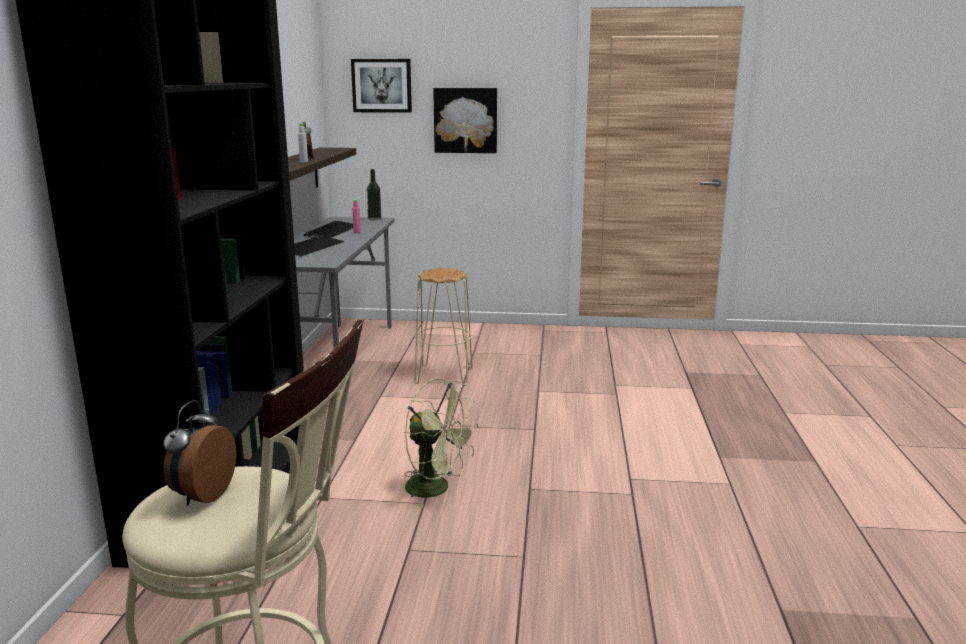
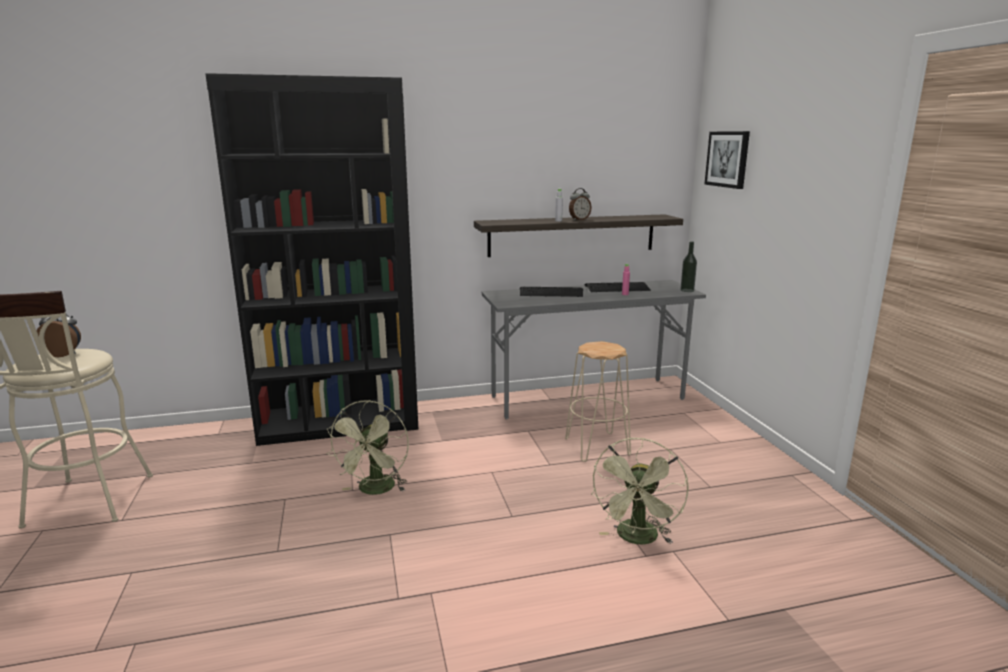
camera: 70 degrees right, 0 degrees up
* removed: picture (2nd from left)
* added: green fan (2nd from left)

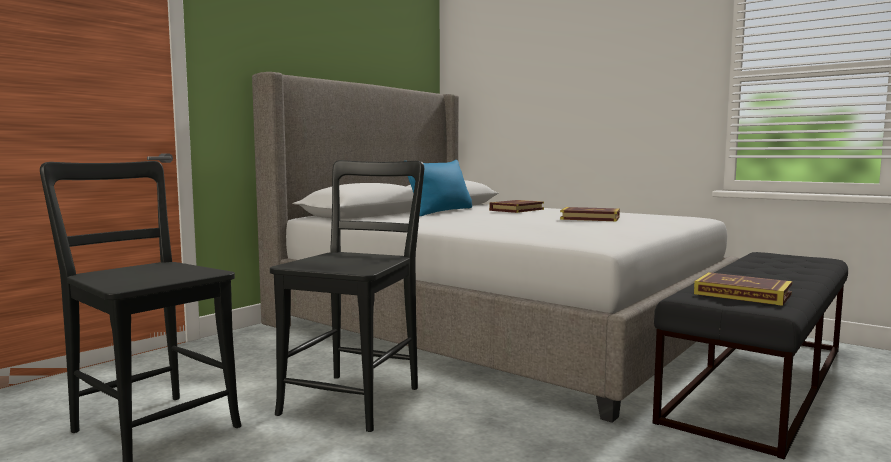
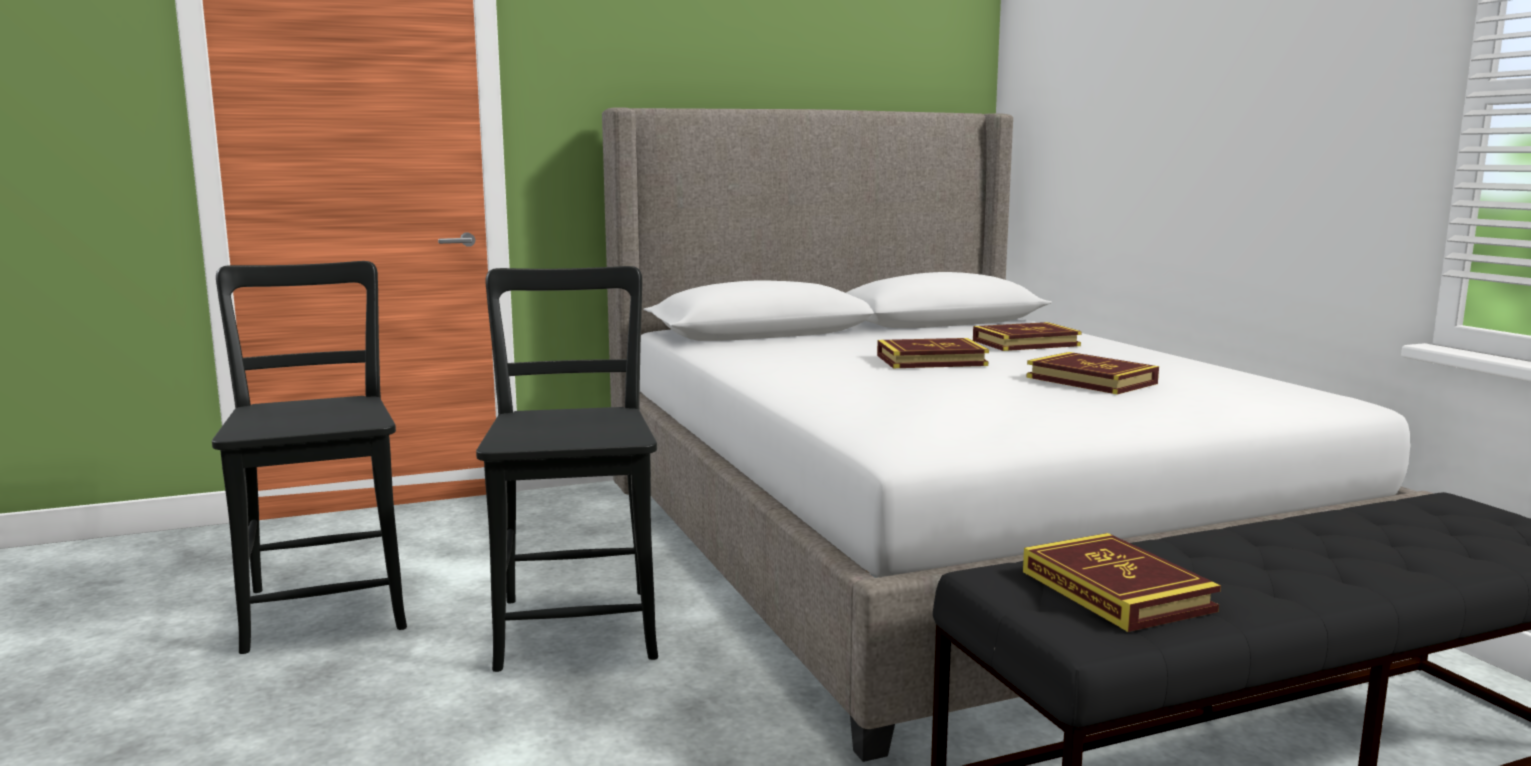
camera: 30 degrees right, 5 degrees up
* turned: black chair (2nd from left) 60 degrees counterclockwise
* removed: blue pillow
* added: book (1st from left)

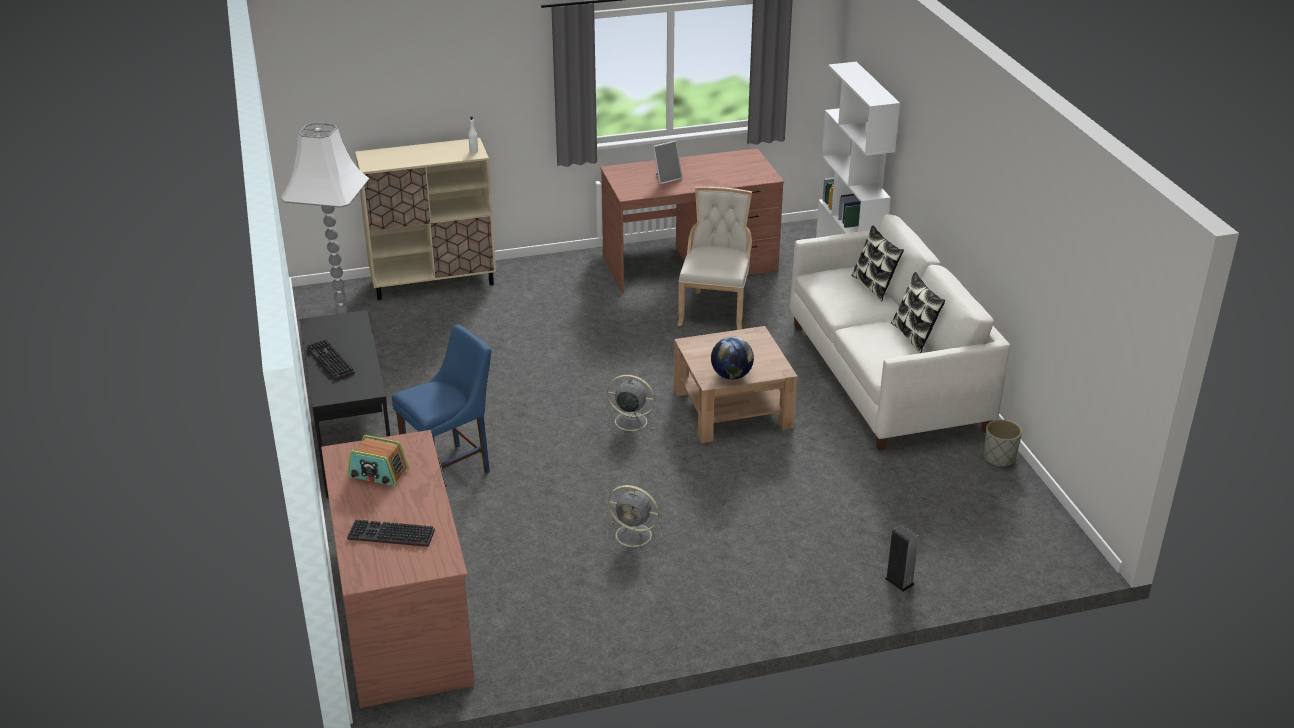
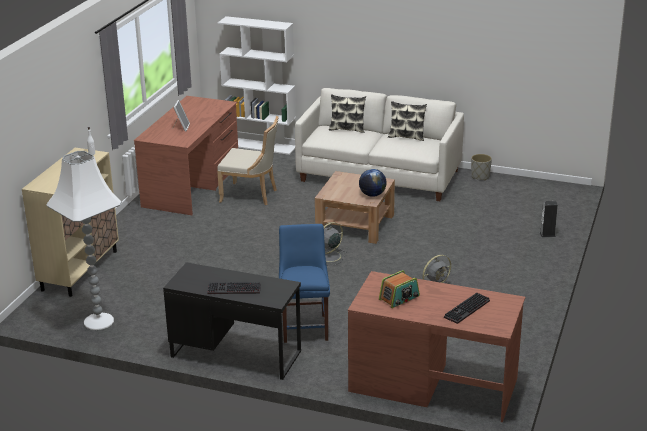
camera: 55 degrees left, 5 degrees down
* turned: beige chair 150 degrees clockwise

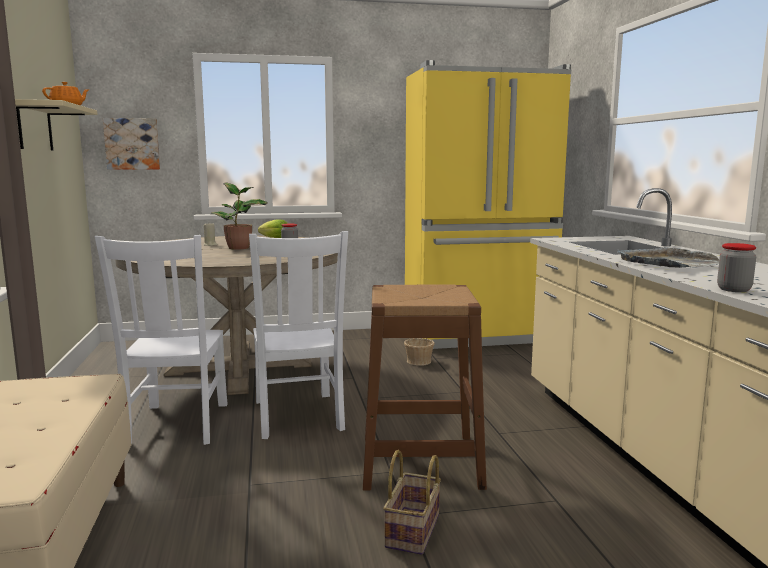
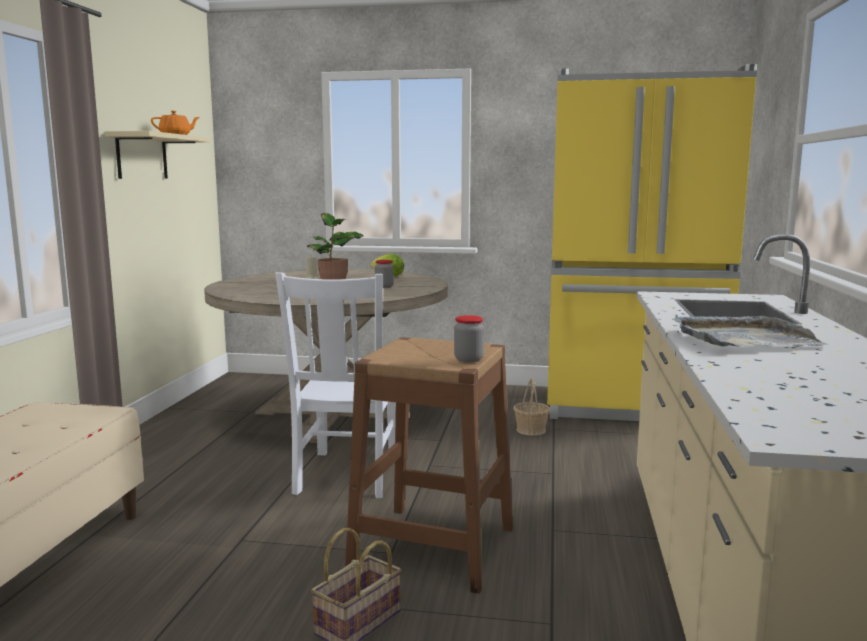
camera: 20 degrees right, 0 degrees up
* removed: picture
* removed: white chair (1st from left)
* moved: jar (2nd from left)

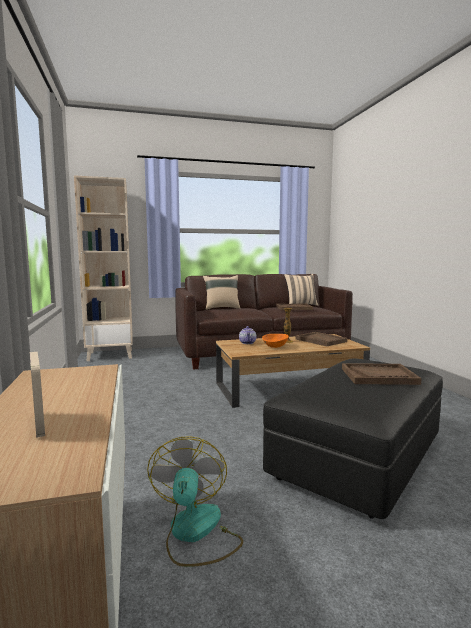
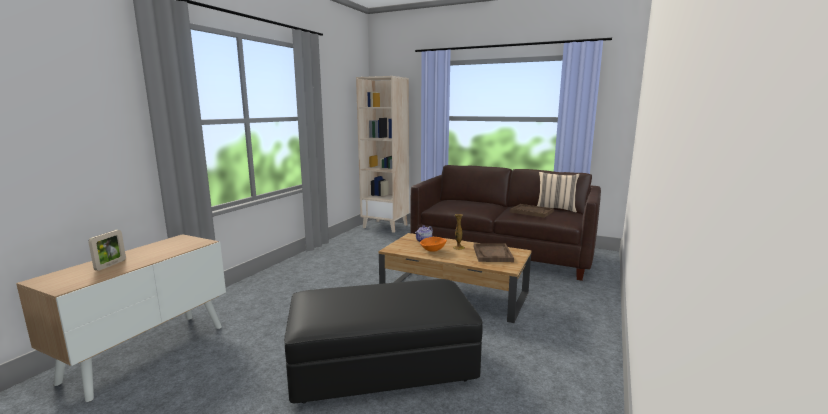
camera: 40 degrees right, 5 degrees up
* removed: beige pillow (1st from left)
* removed: brown tray (3rd from left)
* removed: fan

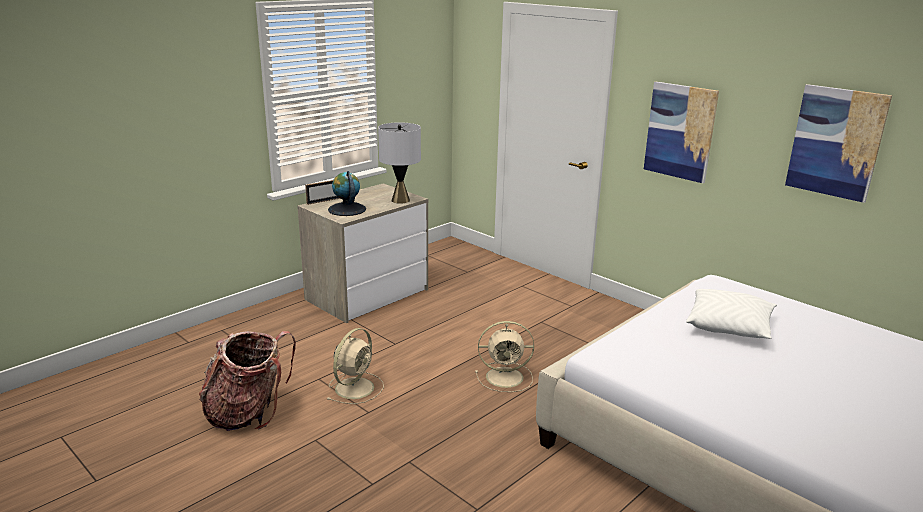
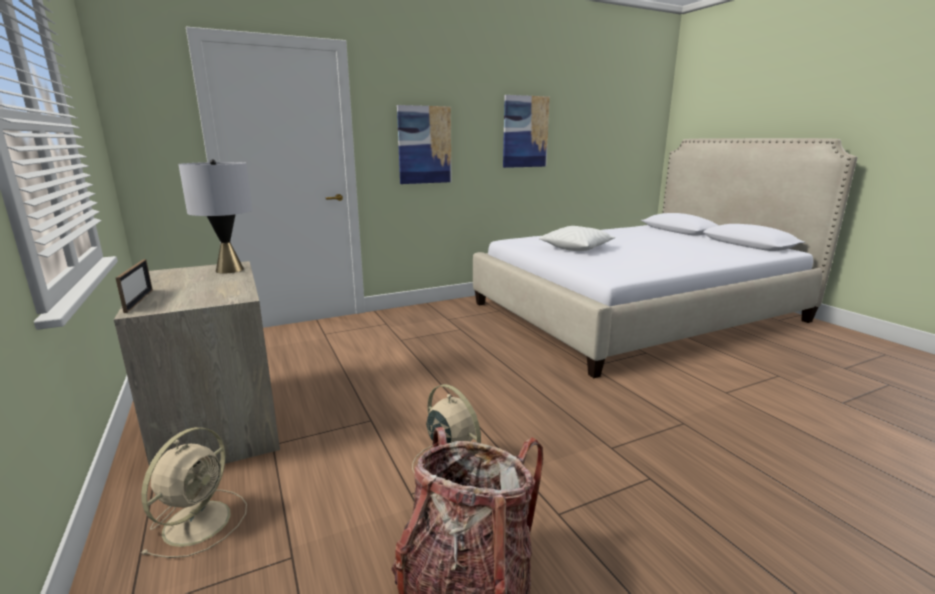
camera: 70 degrees left, 5 degrees down
* removed: globe
* moved: beige fan (2nd from left in the first image) to beige fan (1st from left)

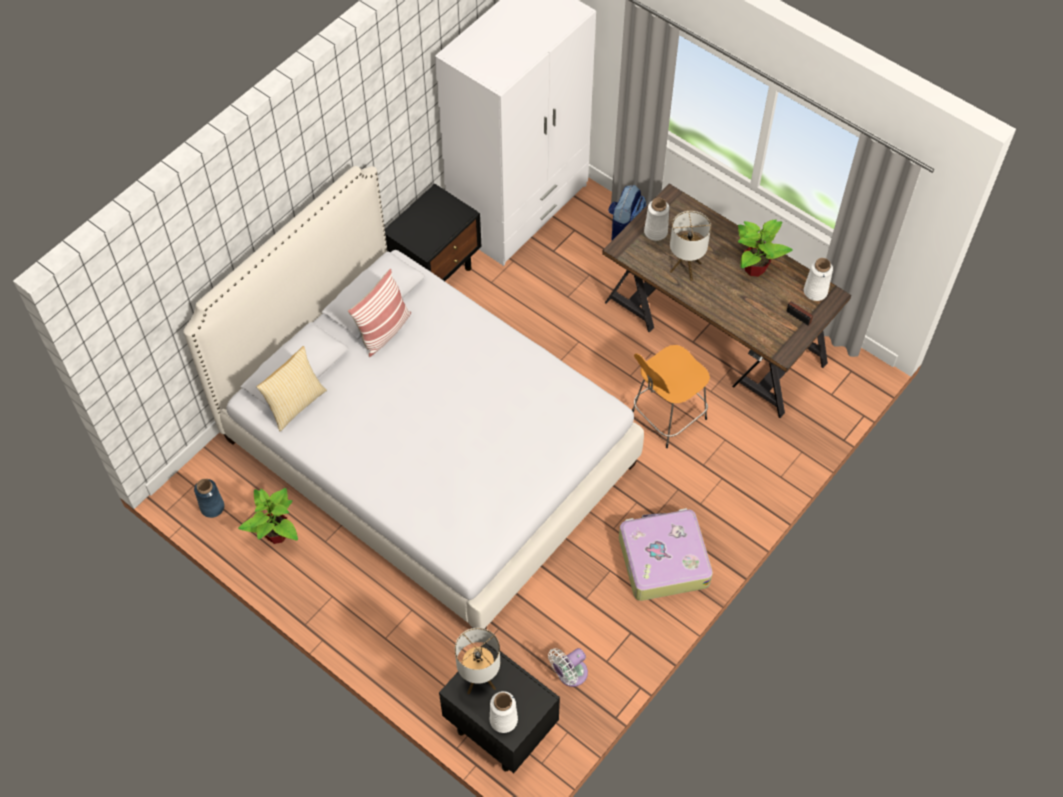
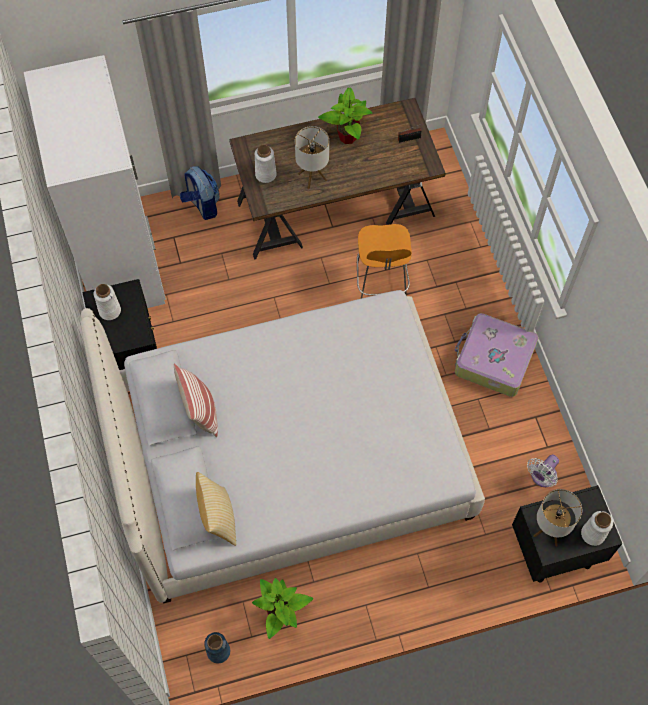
camera: 55 degrees left, 5 degrees up
* moved: white vase (3rd from left in the first image) to white vase (1st from left)
* turned: white fan 45 degrees clockwise

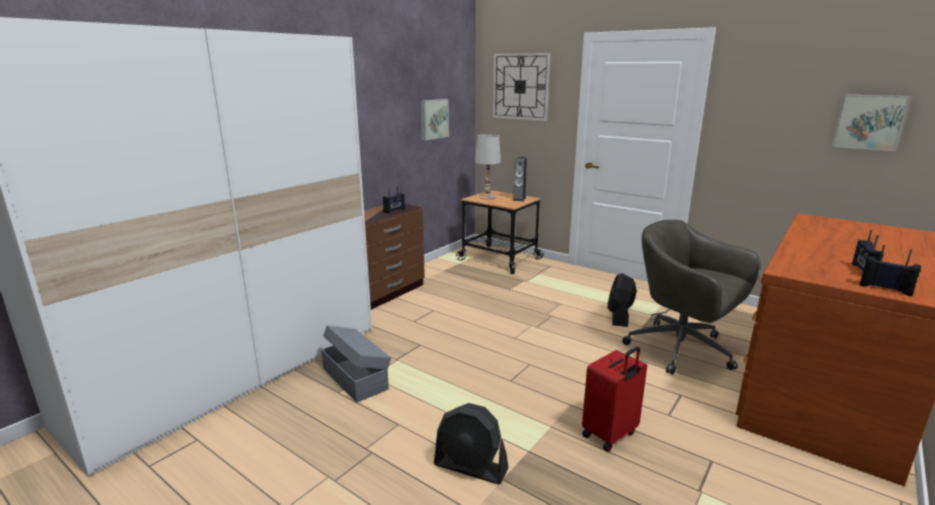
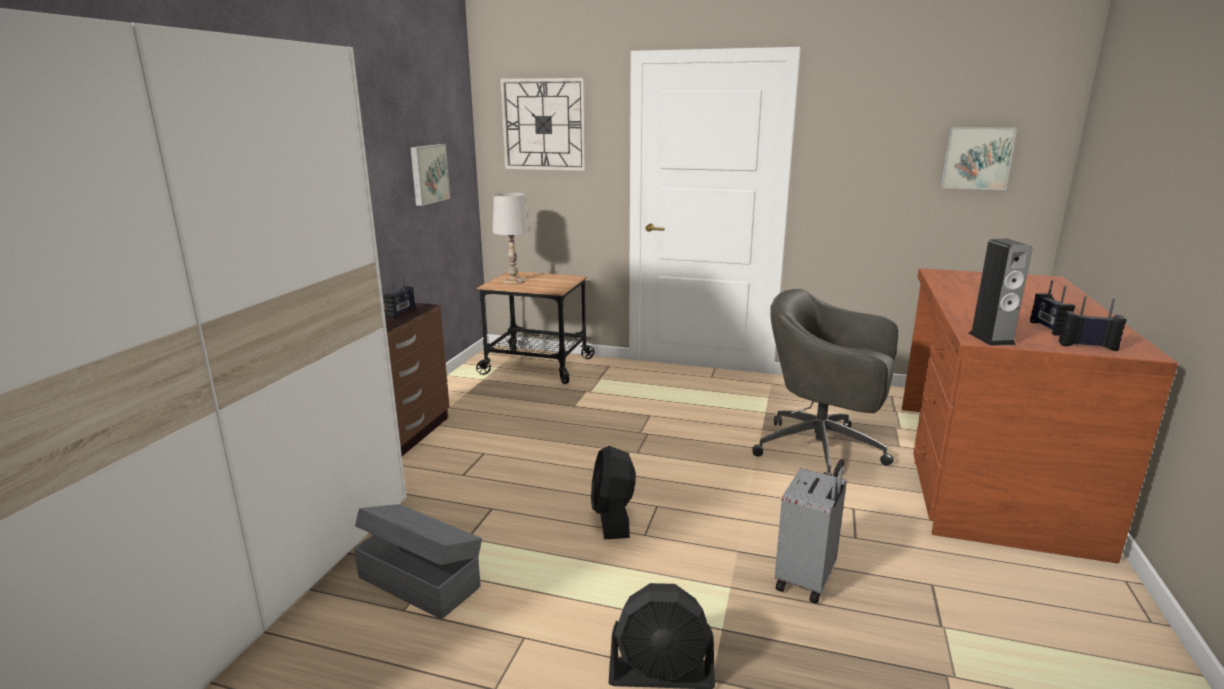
camera: 20 degrees left, 0 degrees up
* moved: speaker
* moved: black fan (2nd from left in the first image) to black fan (1st from left)
* recoloured: red suitcase to grey suitcase

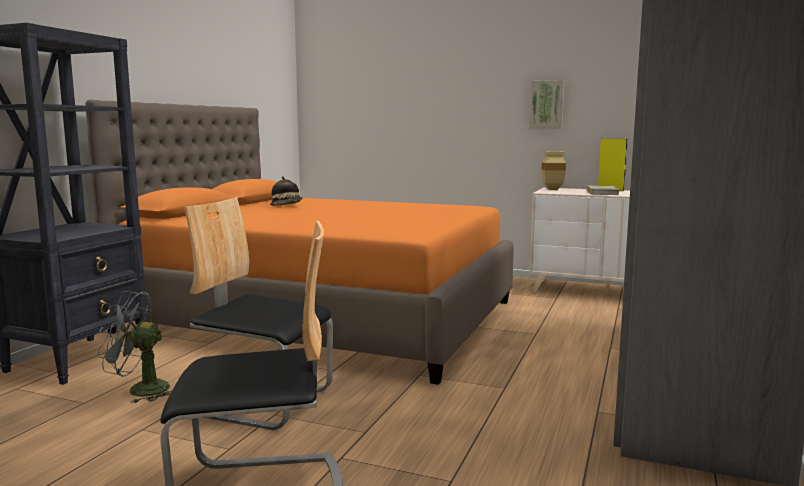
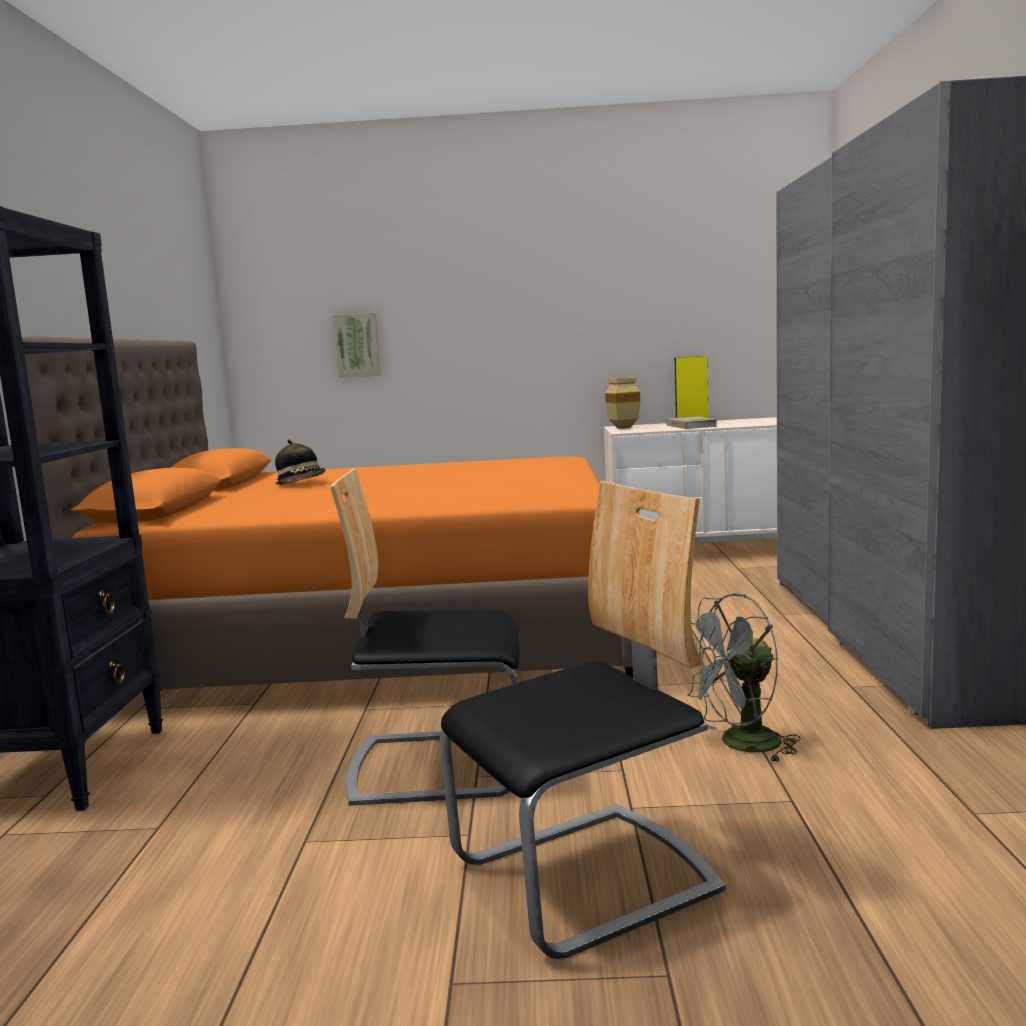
camera: 20 degrees left, 0 degrees up
* moved: picture
* moved: grey fan

